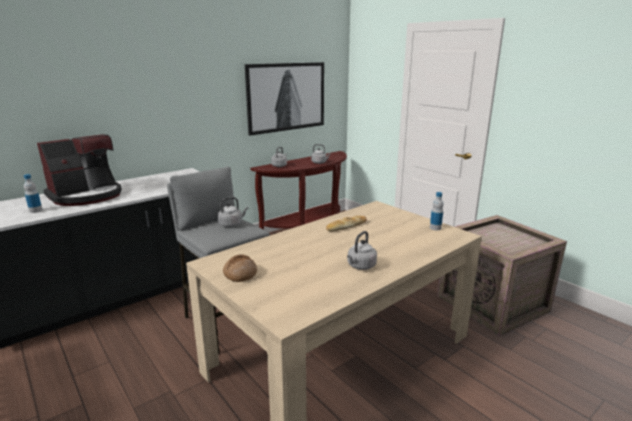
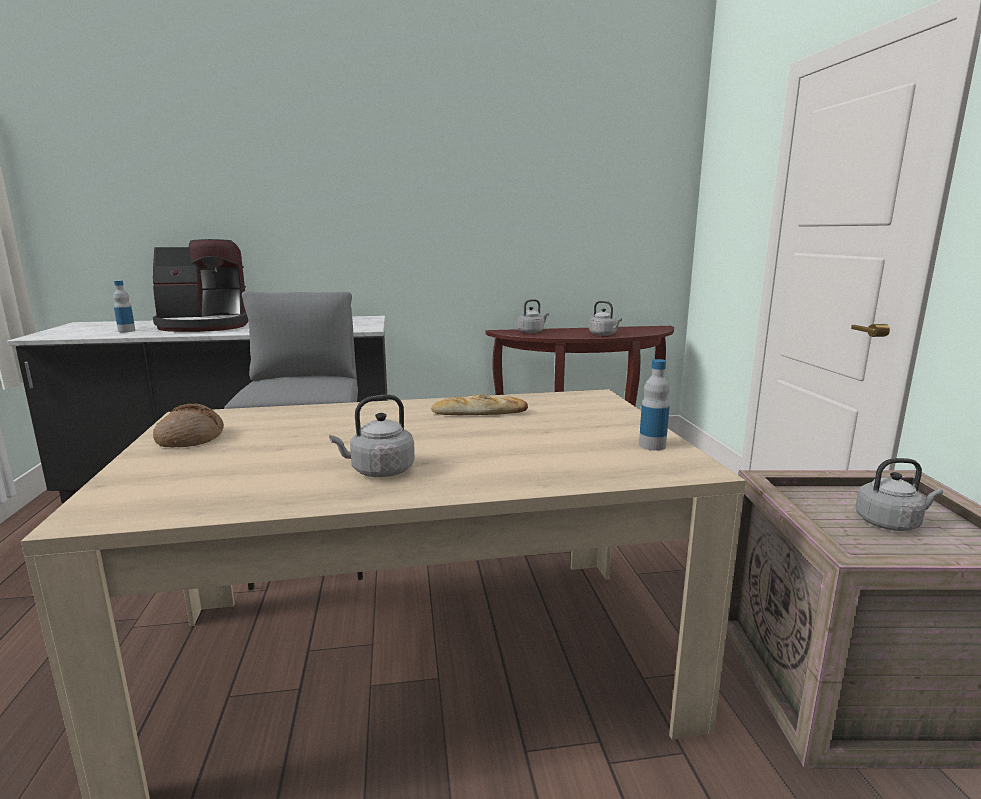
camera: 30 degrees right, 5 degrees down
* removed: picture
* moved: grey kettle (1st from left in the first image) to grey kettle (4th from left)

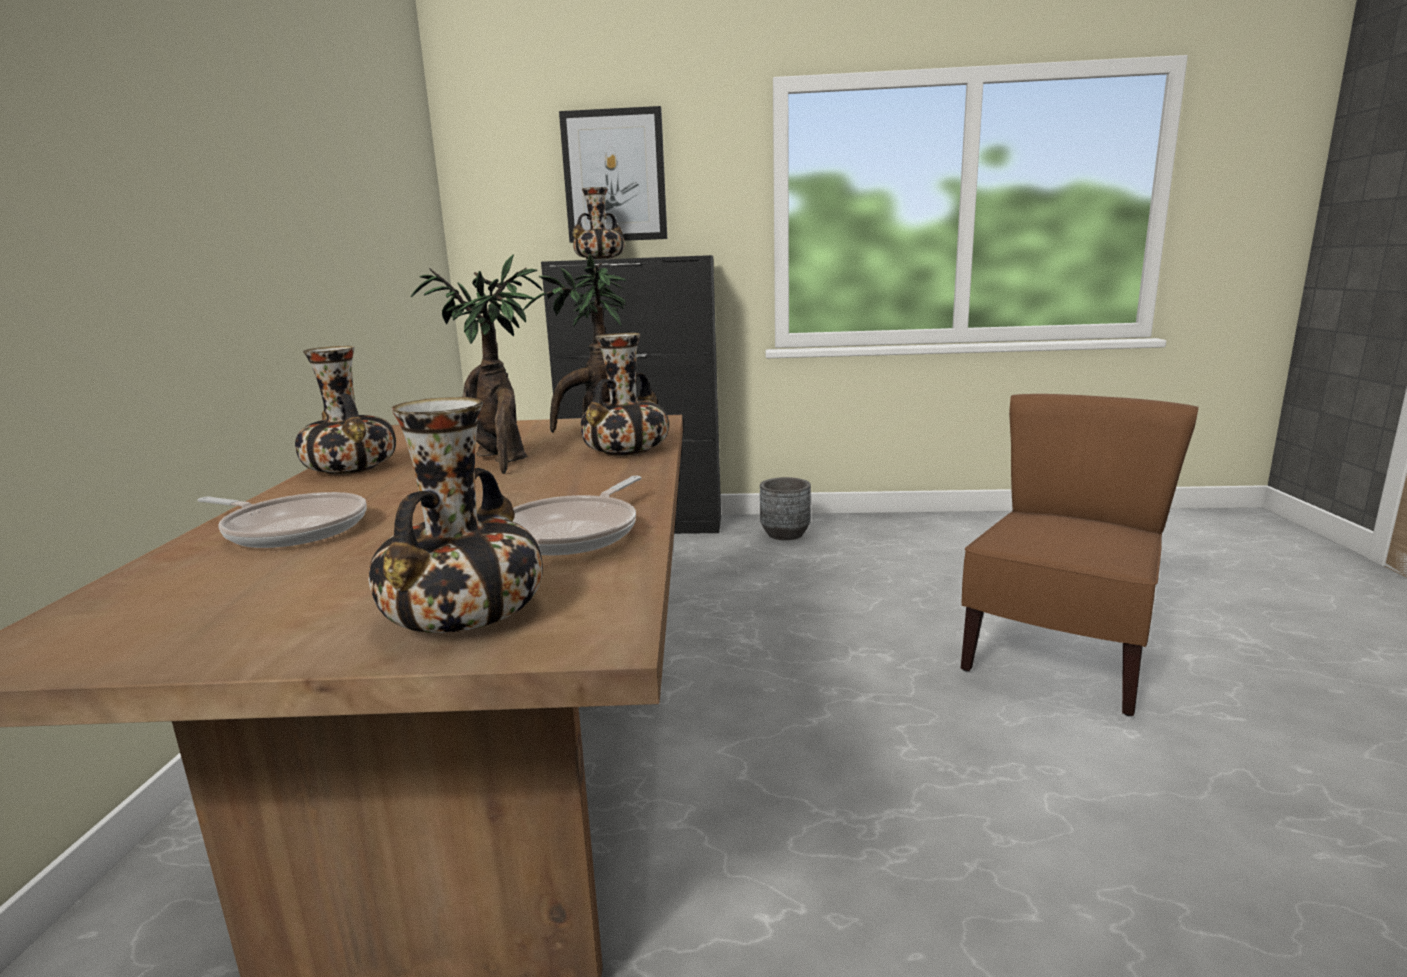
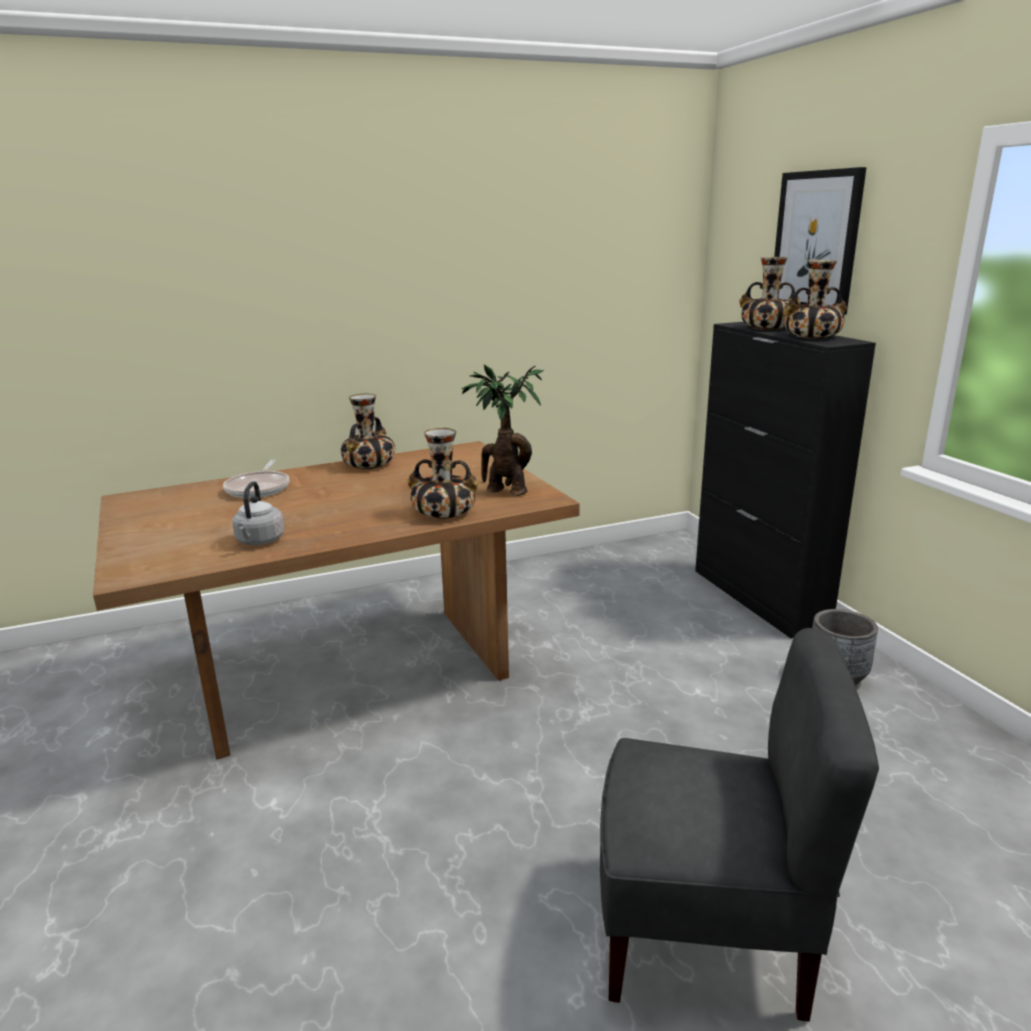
camera: 65 degrees right, 5 degrees up
* removed: potted plant (1st from left)
* recoloured: brown chair to grey chair
* moved: vase (2nd from left in the first image) to vase (4th from left)
* replaced: frying pan (2nd from left) to grey kettle

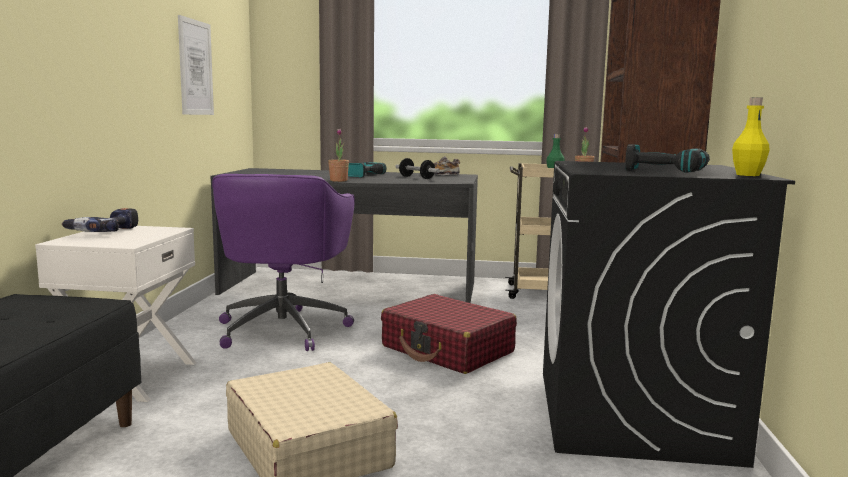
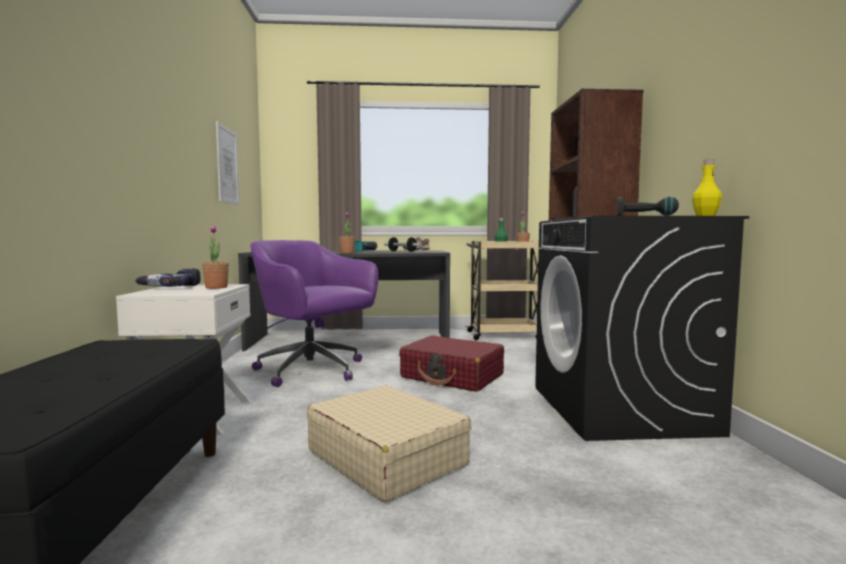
camera: 10 degrees left, 5 degrees down
* turned: purple office chair 135 degrees clockwise
* added: potted plant (1st from left)

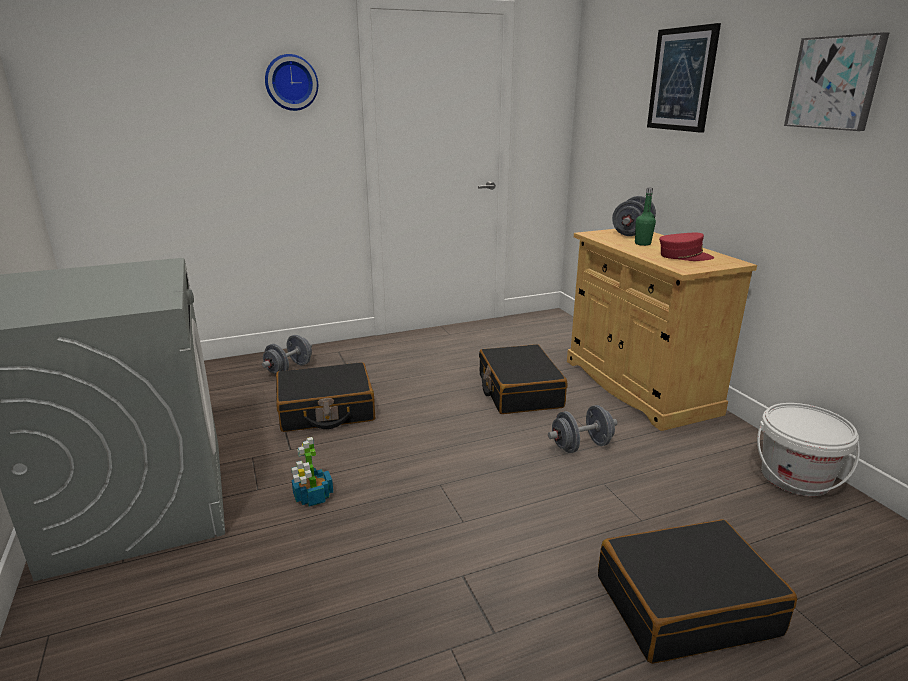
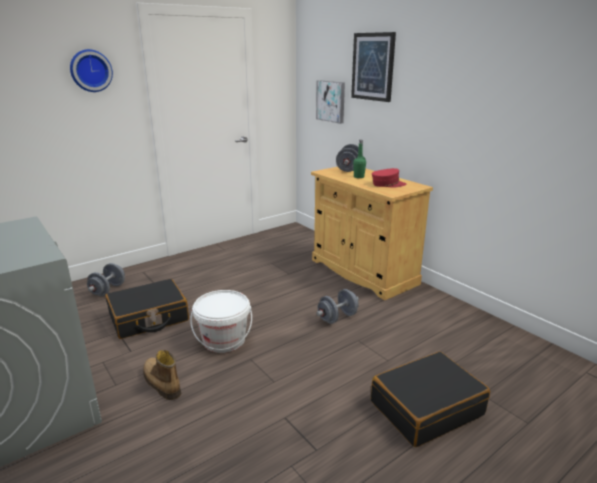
camera: 15 degrees left, 0 degrees up
* moved: picture (2nd from left in the first image) to picture (1st from left)
* removed: black suitcase (2nd from left)
* moved: white bucket
* replaced: potted plant to boot

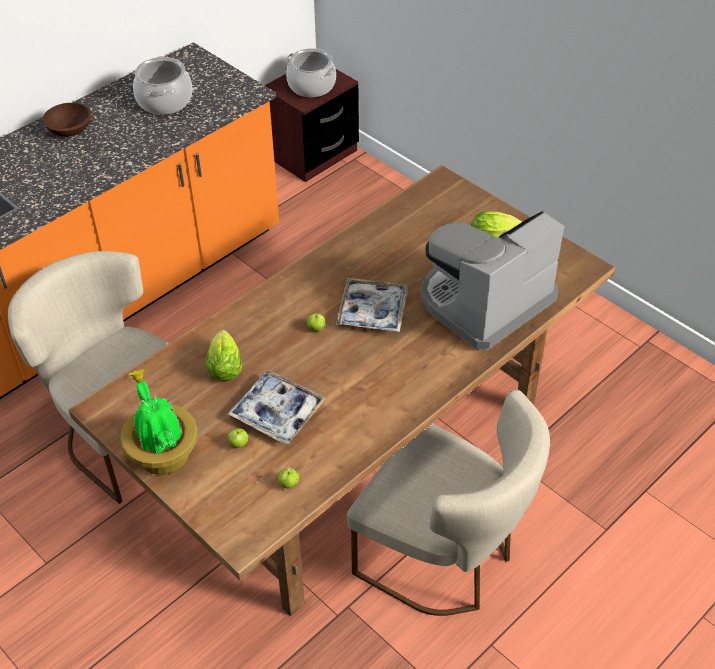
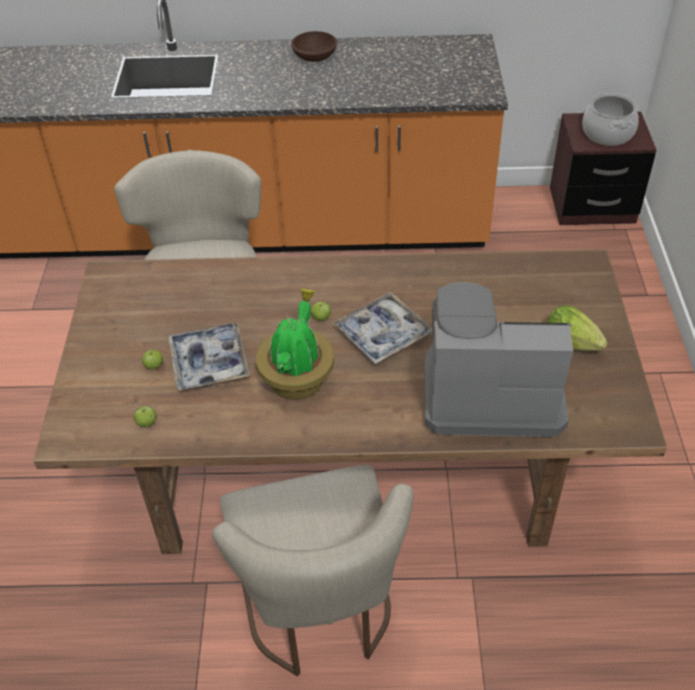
camera: 45 degrees right, 0 degrees up
* removed: cooking pot (1st from left)
* removed: lettuce (1st from left)
* moved: potted plant

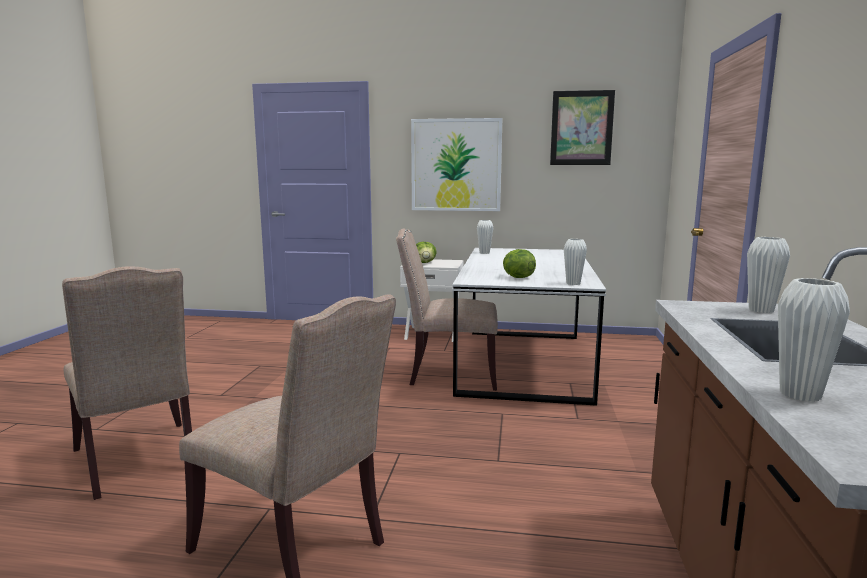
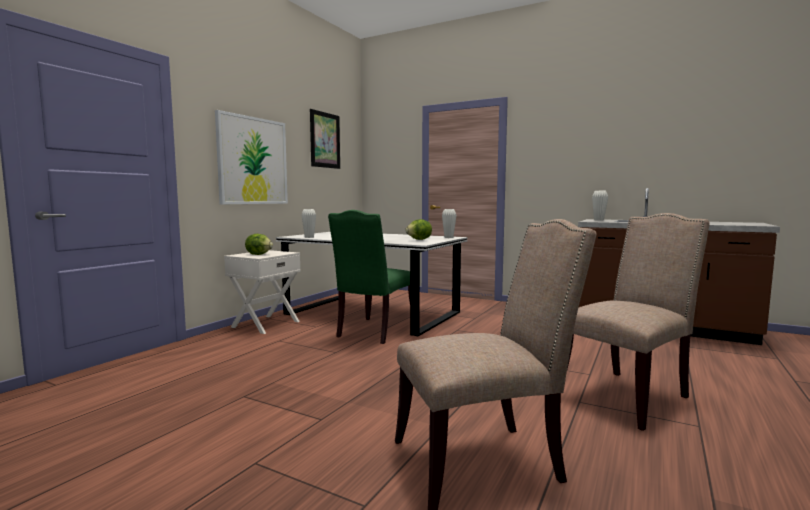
camera: 70 degrees left, 5 degrees down
* recoloured: beige chair (3rd from left) to green chair
* removed: white vase (4th from left)

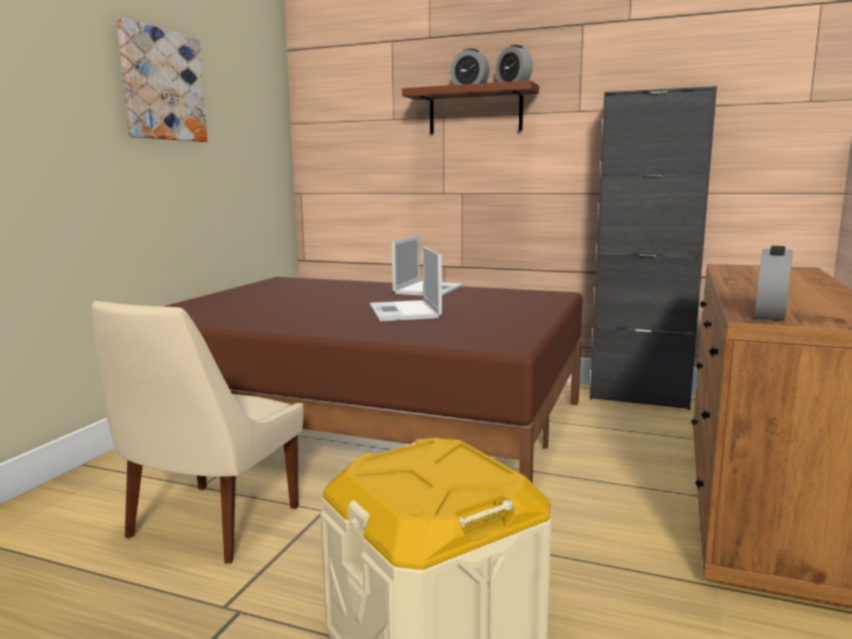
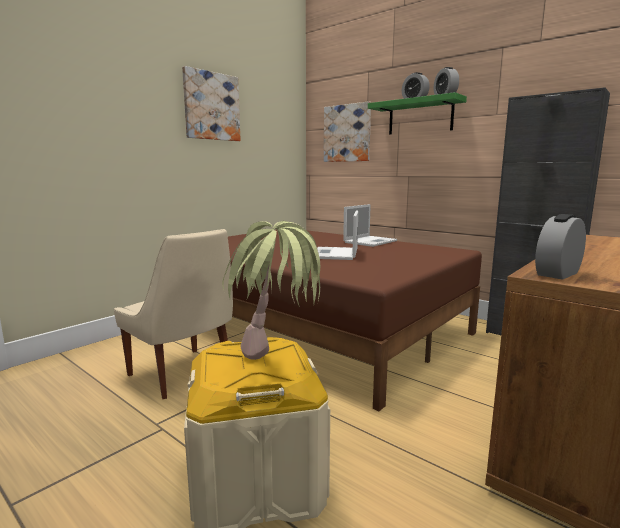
camera: 20 degrees right, 0 degrees up
* recoloured: brown shelf to green shelf
* turned: beige chair 90 degrees counterclockwise
* added: picture (2nd from left)
* added: potted plant

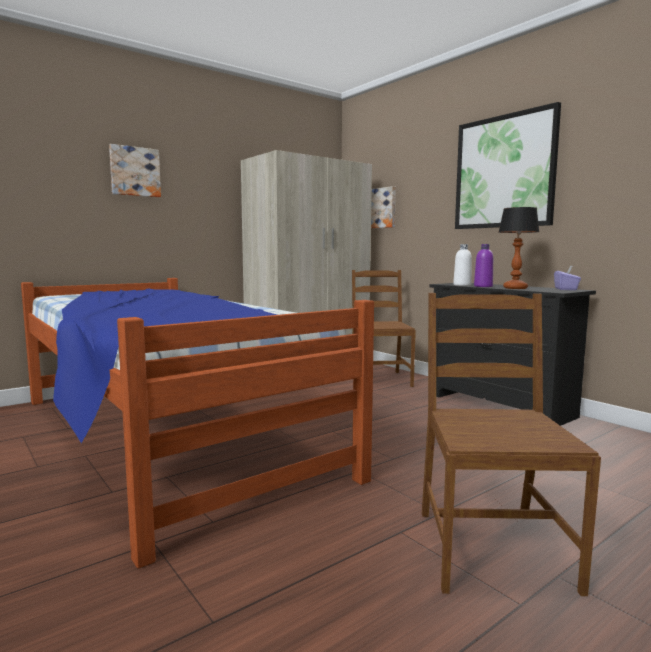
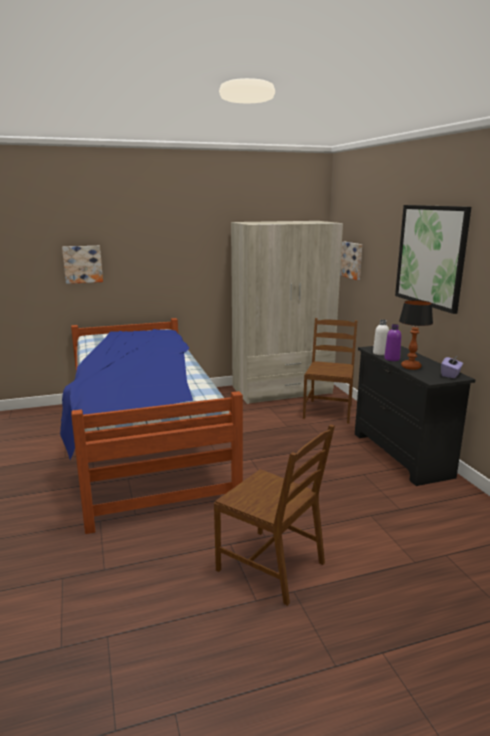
camera: 20 degrees right, 10 degrees up
* moved: picture (1st from left)
* turned: brown chair (2nd from left in the first image) 105 degrees clockwise

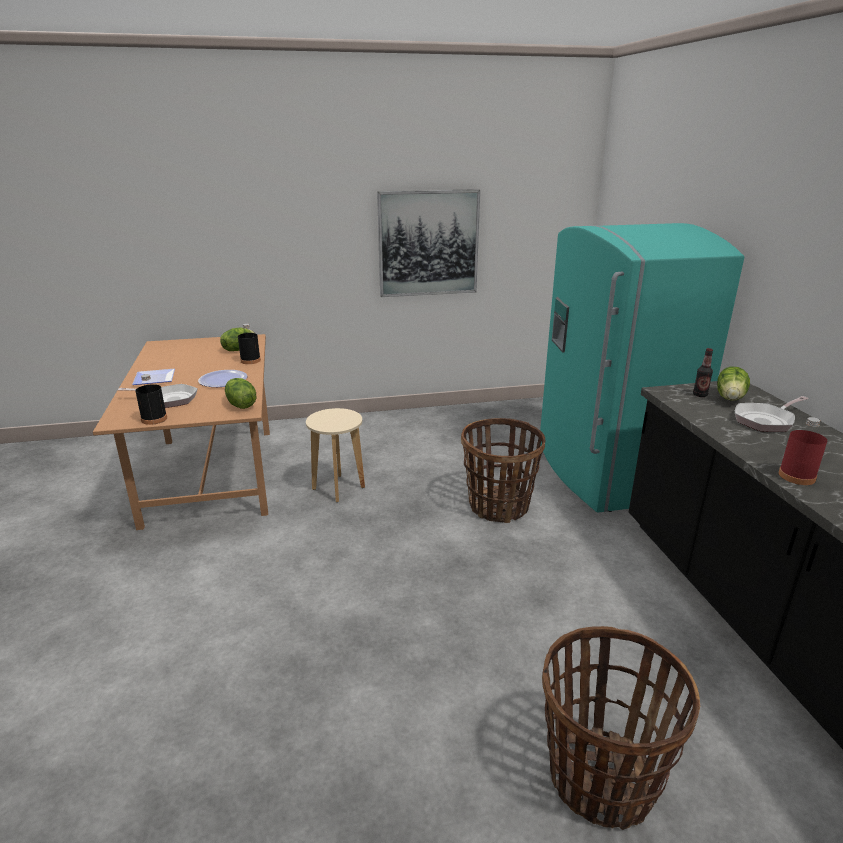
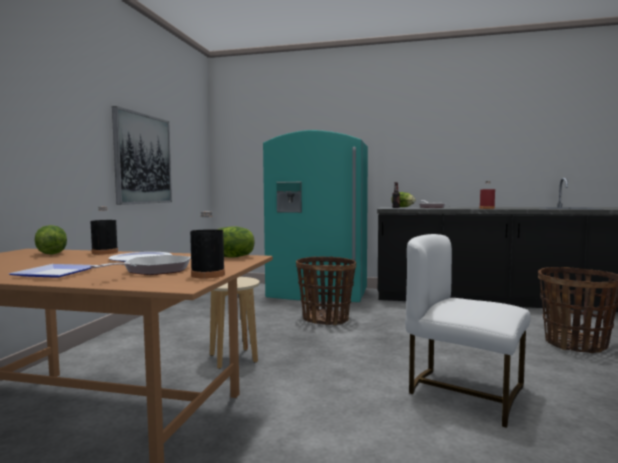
camera: 65 degrees left, 20 degrees down
* added: white chair

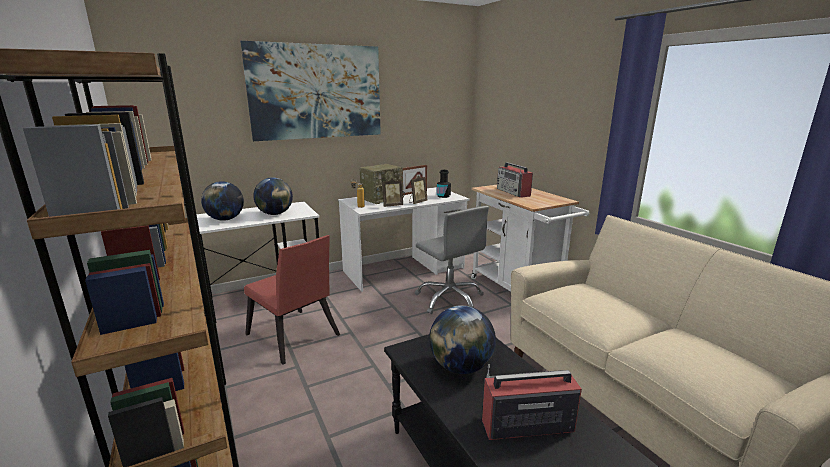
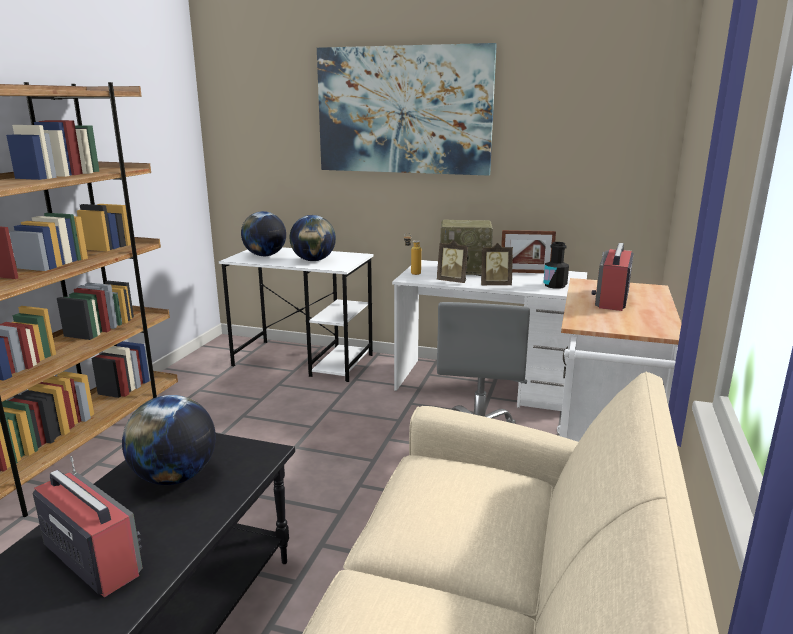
camera: 45 degrees right, 0 degrees up
* removed: red chair

